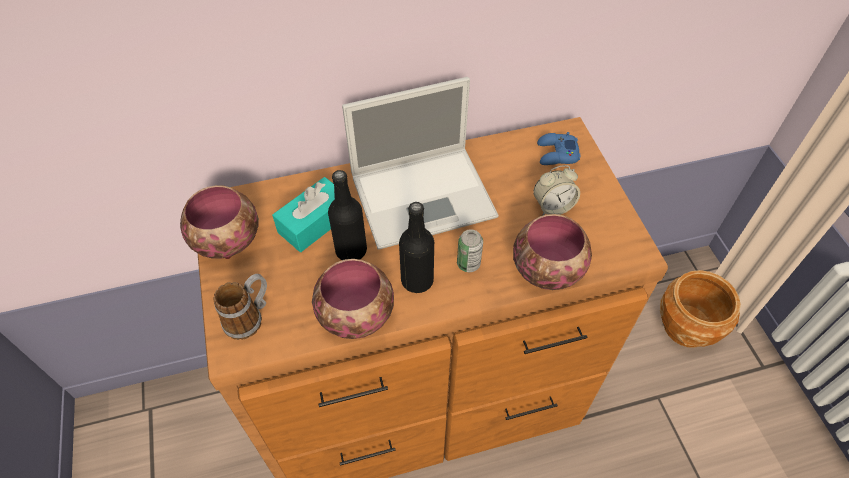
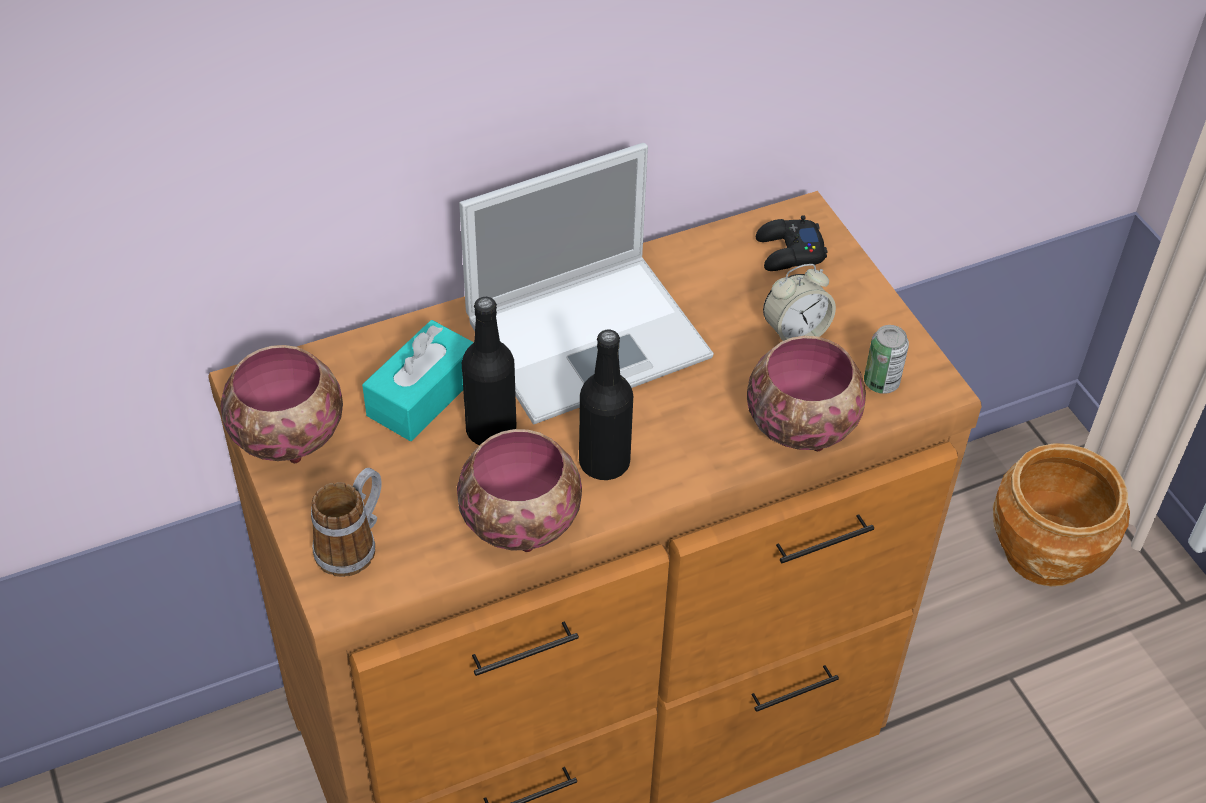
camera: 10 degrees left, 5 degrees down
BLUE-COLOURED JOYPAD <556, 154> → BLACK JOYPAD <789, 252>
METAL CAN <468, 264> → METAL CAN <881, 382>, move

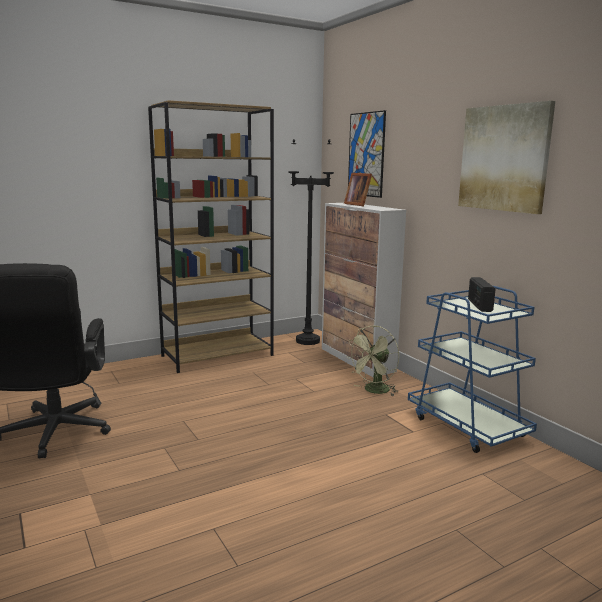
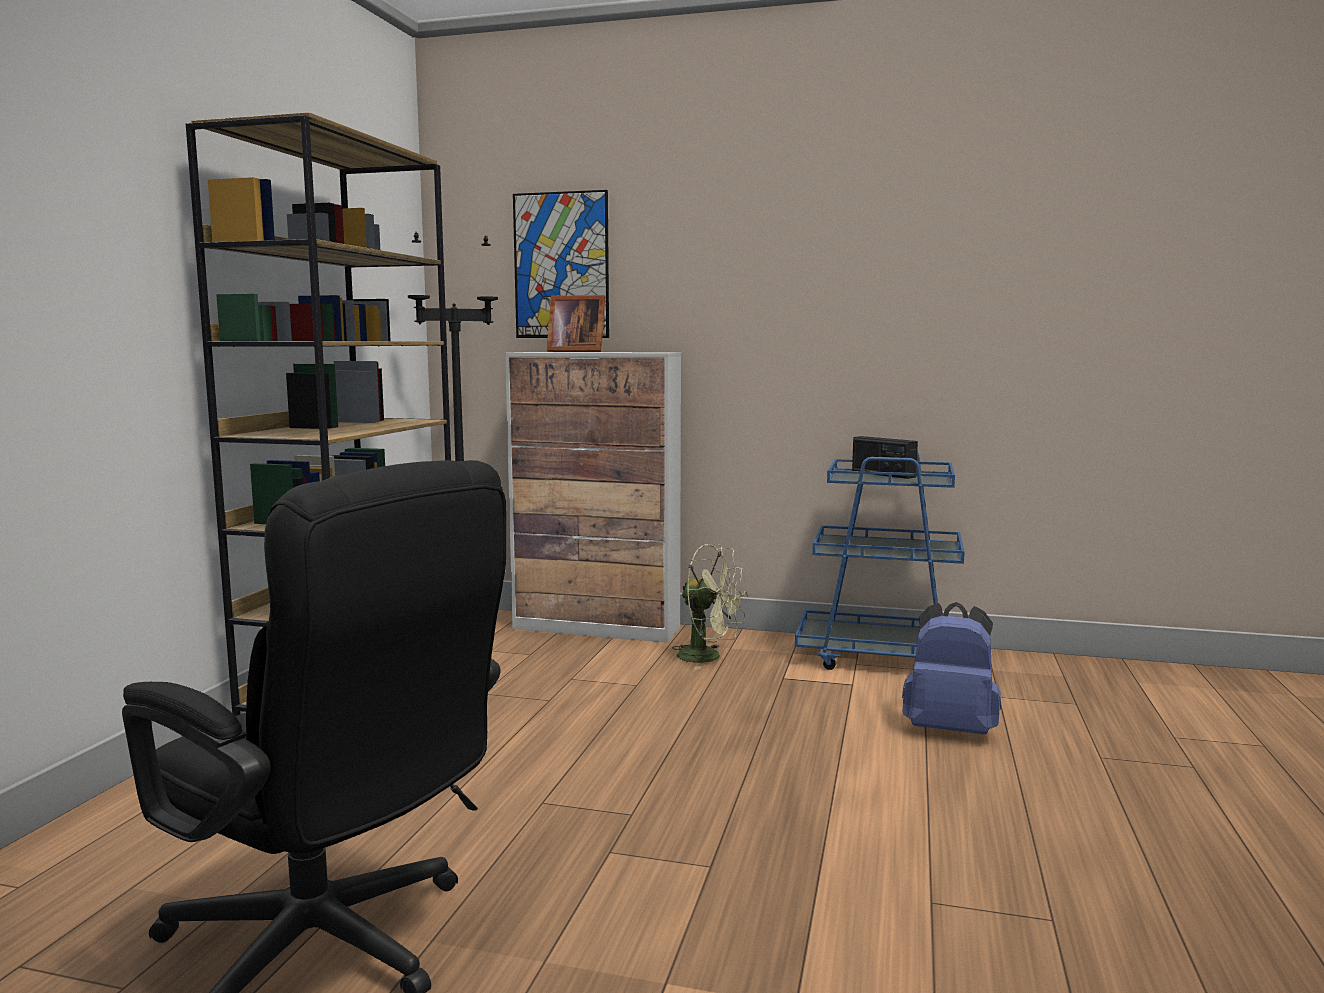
camera: 45 degrees left, 5 degrees down
WALL PICTURE <504, 158> → -
GREENISH ELECTRIC FAN <374, 391> → GREENISH ELECTRIC FAN <708, 657>, 60 degrees counterclockwise
- → BLUE-COLOURED RUCKSACK <949, 729>

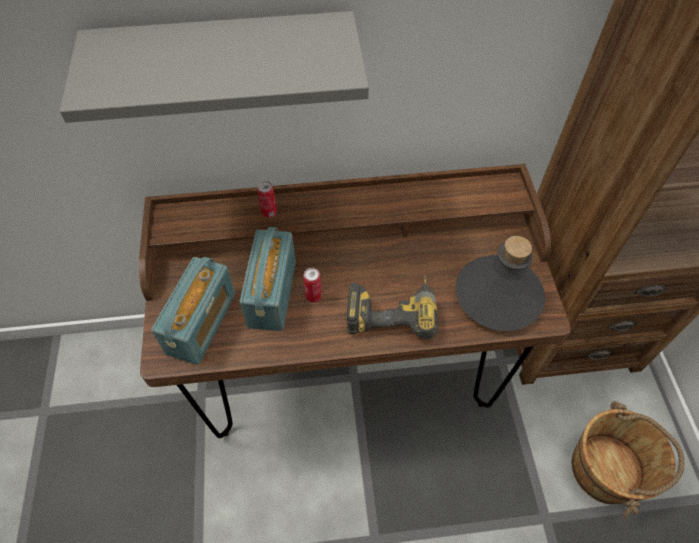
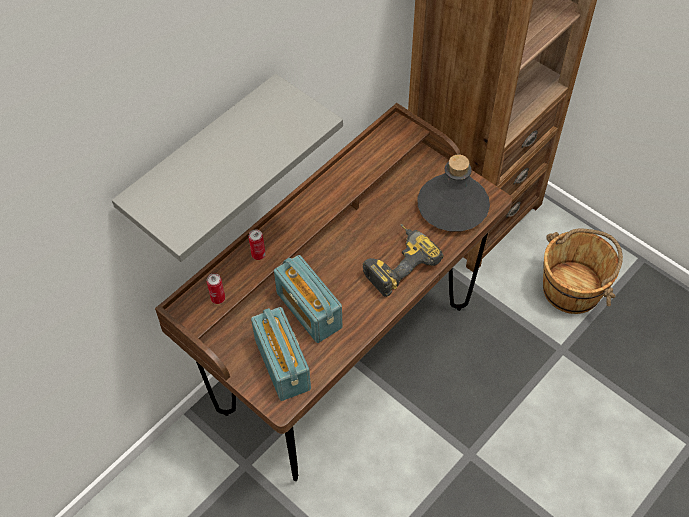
camera: 40 degrees left, 0 degrees up
METAL CAN <313, 296> → METAL CAN <218, 298>, move

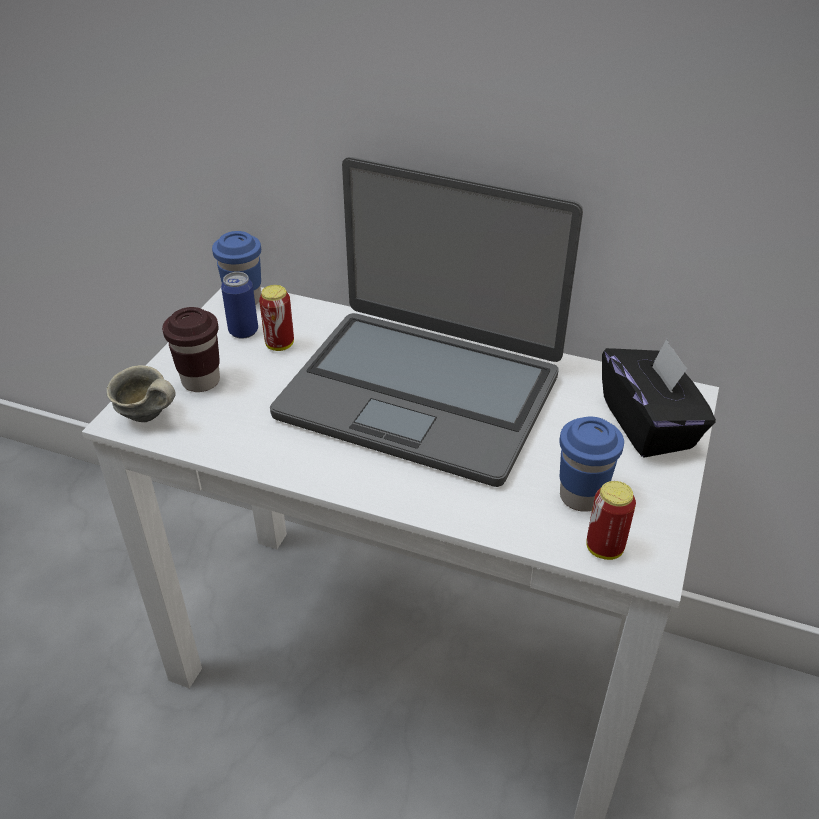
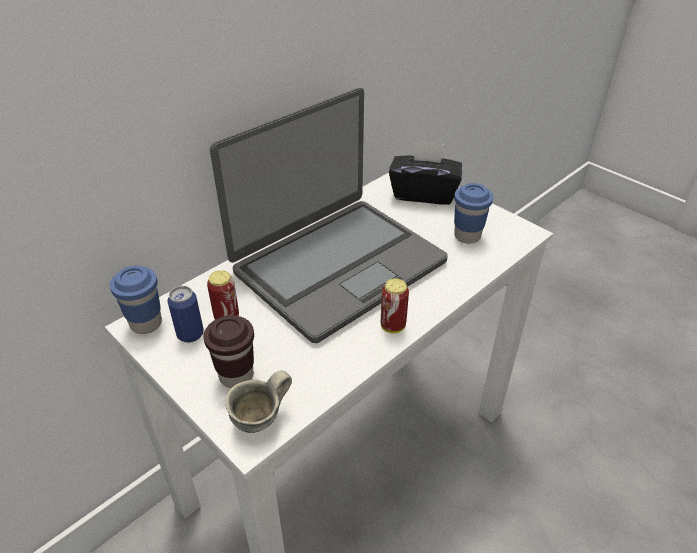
camera: 65 degrees left, 0 degrees up
METAL CAN <604, 548> → METAL CAN <393, 326>, move

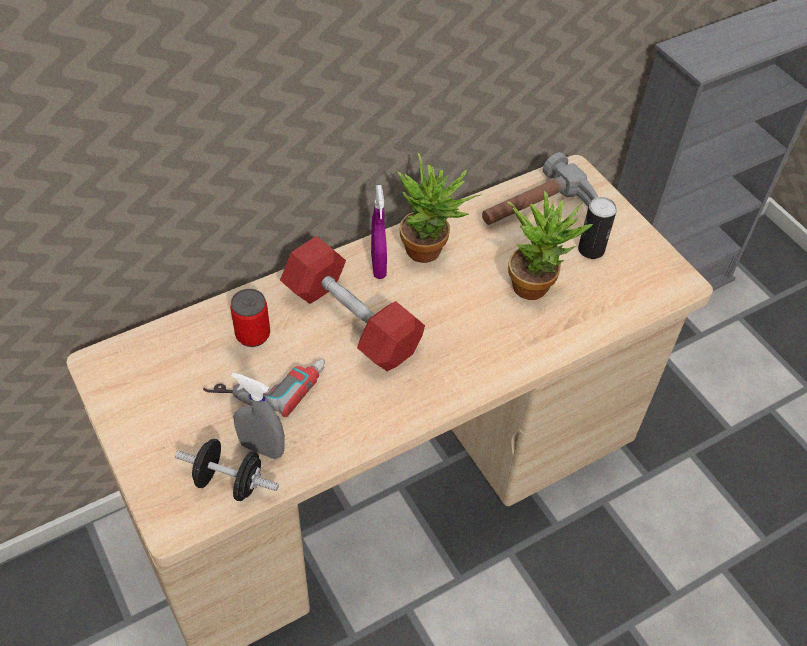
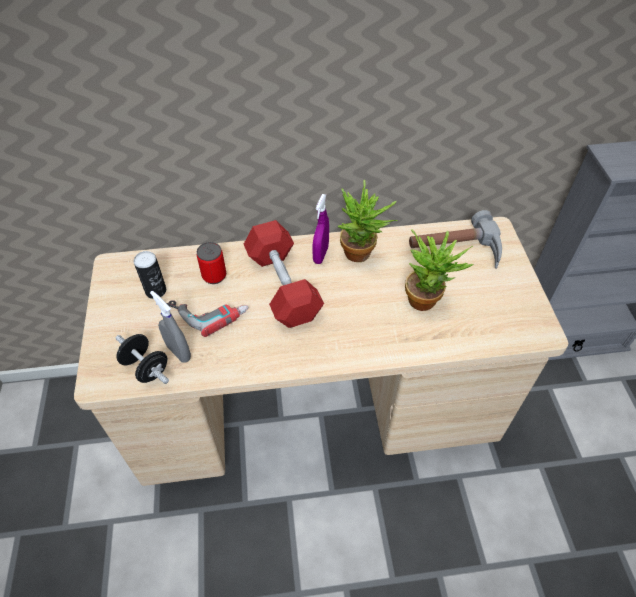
camera: 25 degrees right, 0 degrees up
METAL CAN <591, 249> → METAL CAN <156, 291>, move

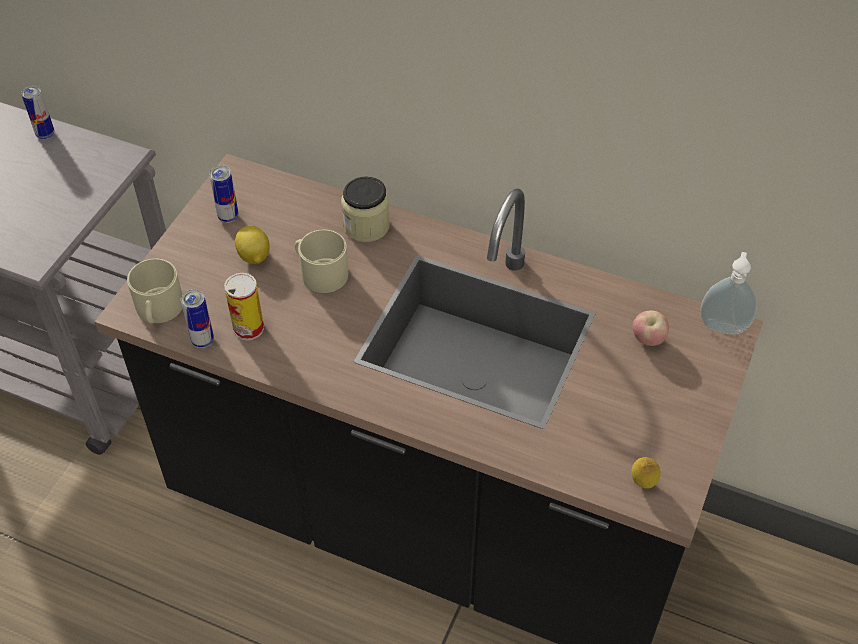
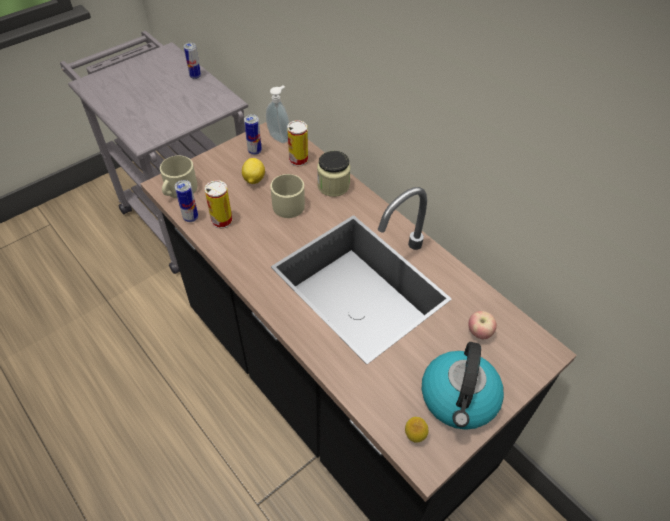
camera: 25 degrees right, 0 degrees up
SOAP DISPENSER <723, 325> → SOAP DISPENSER <280, 137>, move
- → METAL CAN <298, 160>
- → WATER KETTLE <459, 399>

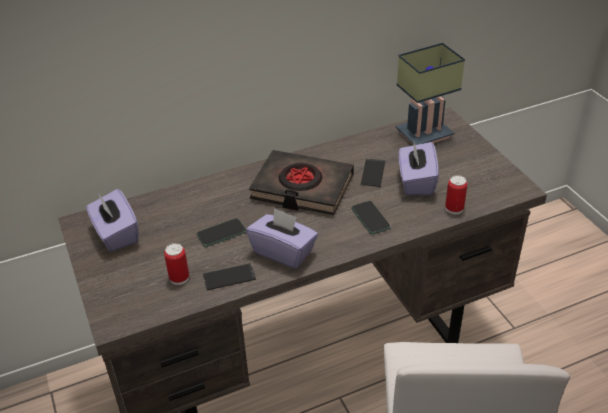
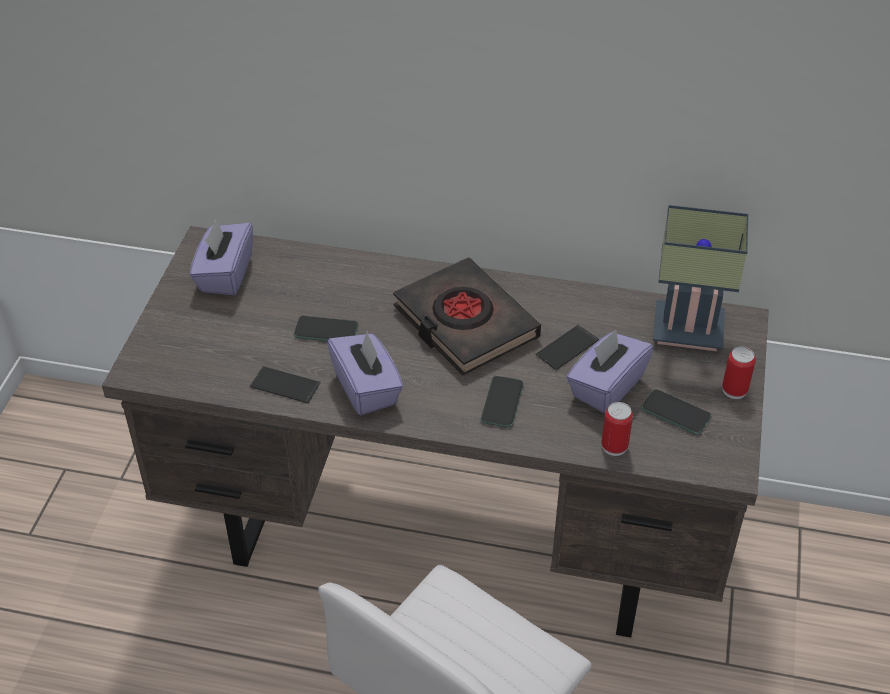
camera: 35 degrees right, 5 degrees up
METAL CAN <179, 277> → METAL CAN <734, 390>, move
- → HANDSET <675, 413>

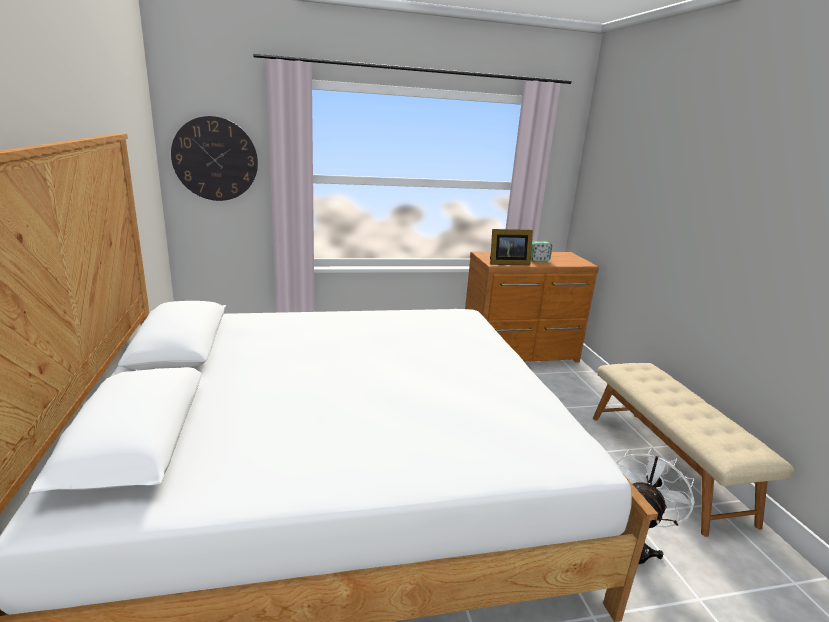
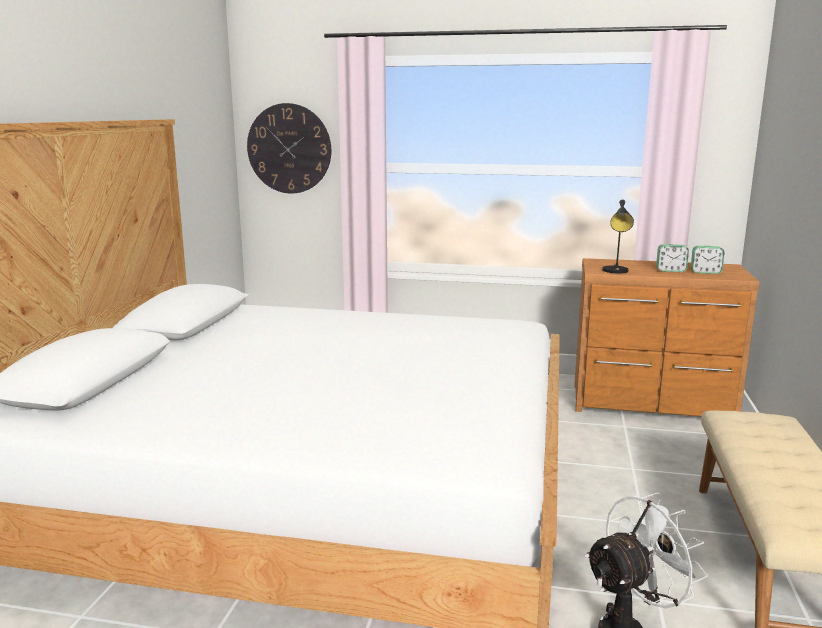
camera: 25 degrees right, 5 degrees down
PICTURE FRAME <507, 263> → BLACK TABLE LAMP <616, 271>
- → ALARM CLOCK <705, 272>

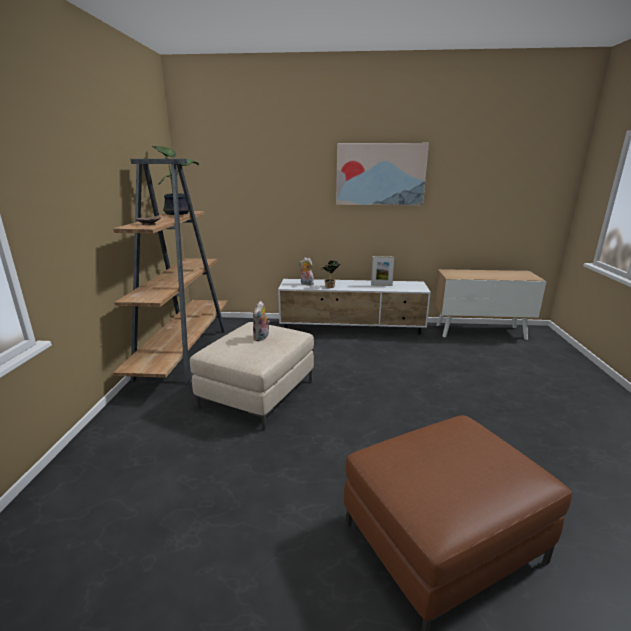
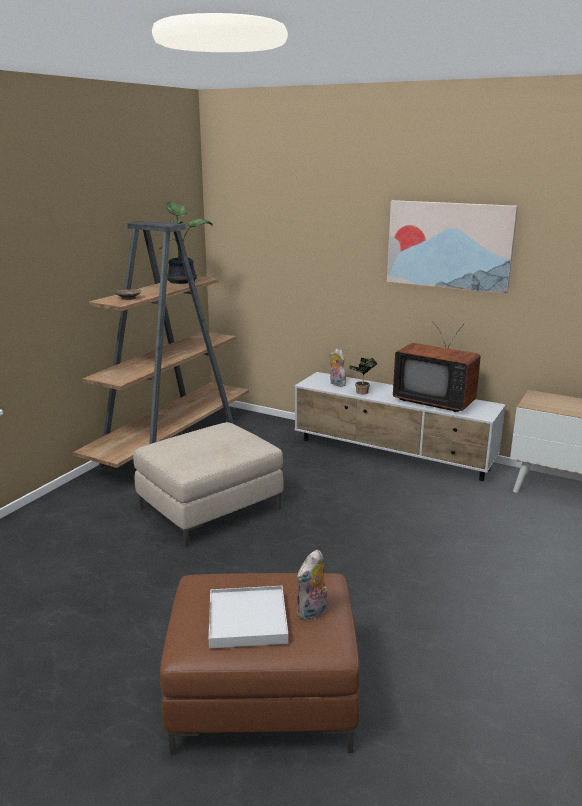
camera: 25 degrees right, 0 degrees up
PICTURE FRAME <381, 285> → TELEVISION <435, 400>
PLUSH TOY <261, 338> → PLUSH TOY <313, 612>, move
- → WHITISH CARRYING TRAY <247, 620>

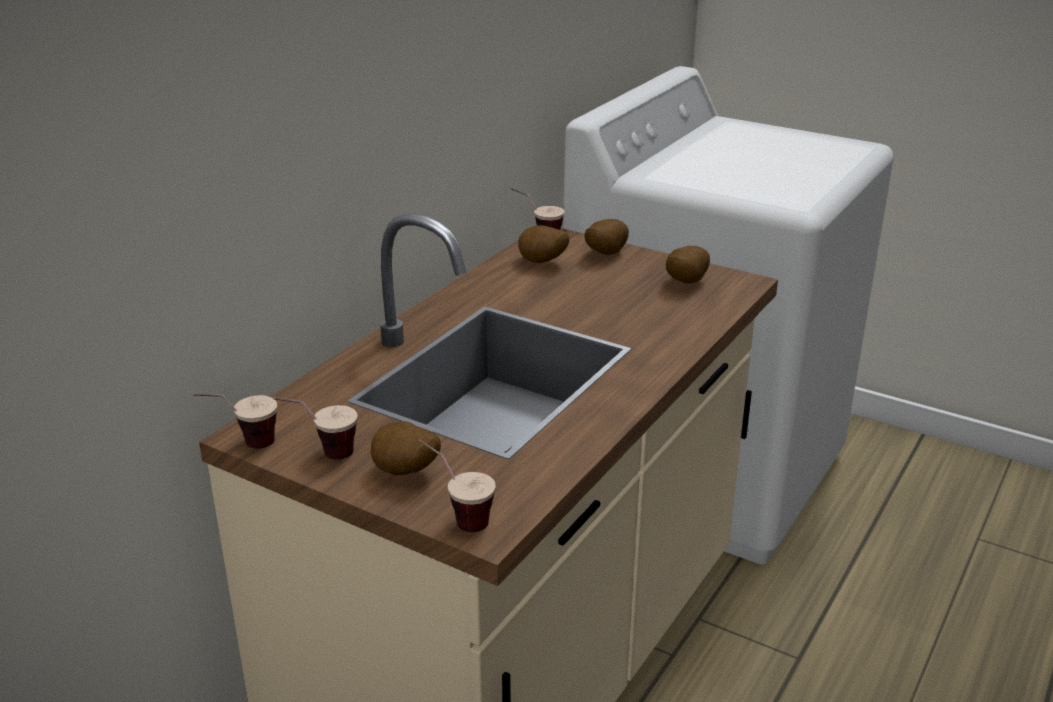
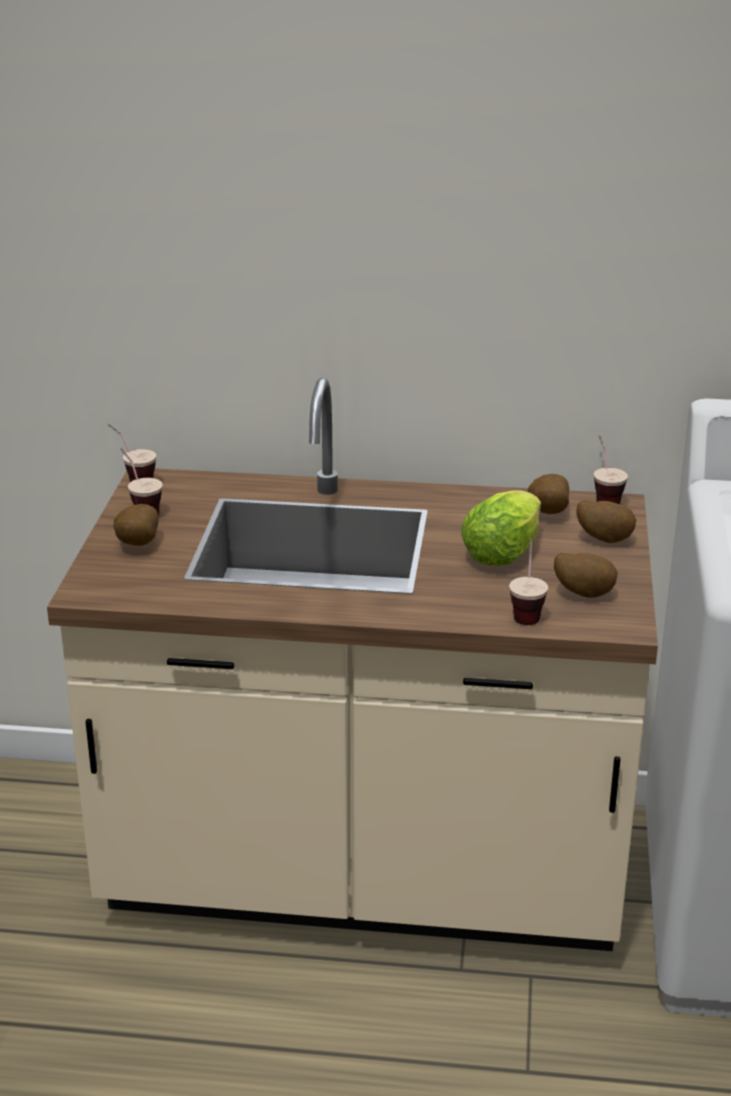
camera: 65 degrees right, 0 degrees up
SMALL CUP <456, 517> → SMALL CUP <527, 611>, move
- → LETTUCE HEAD <505, 552>

